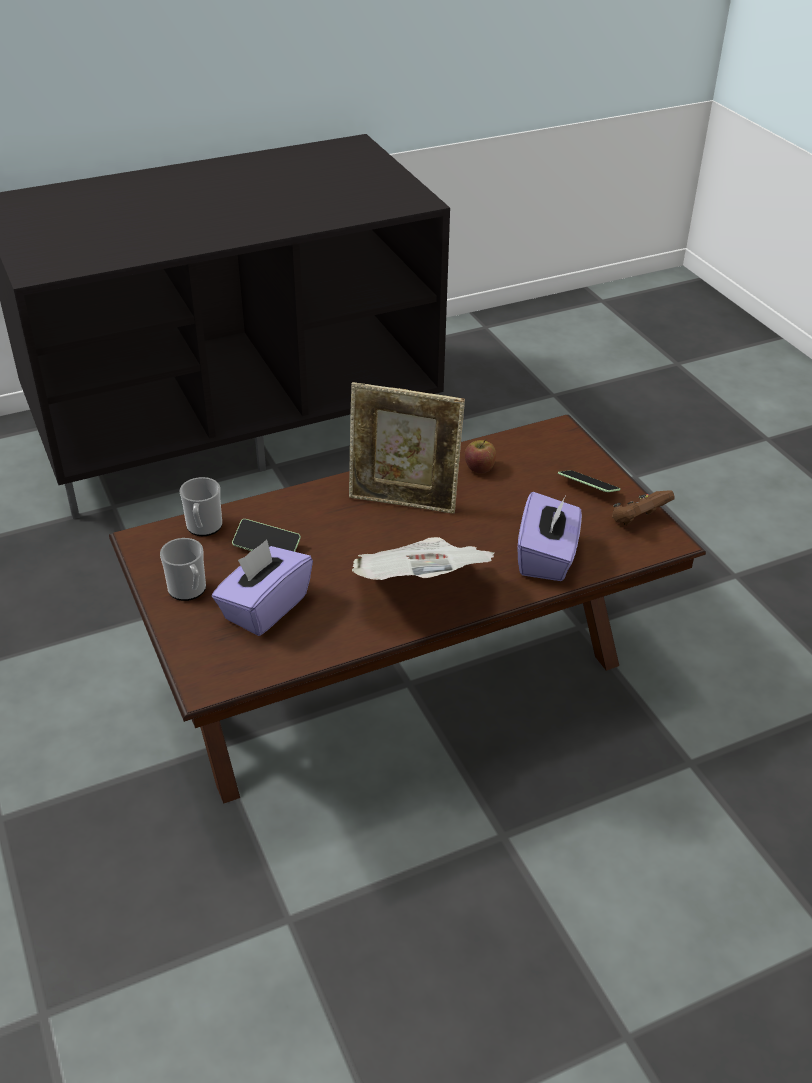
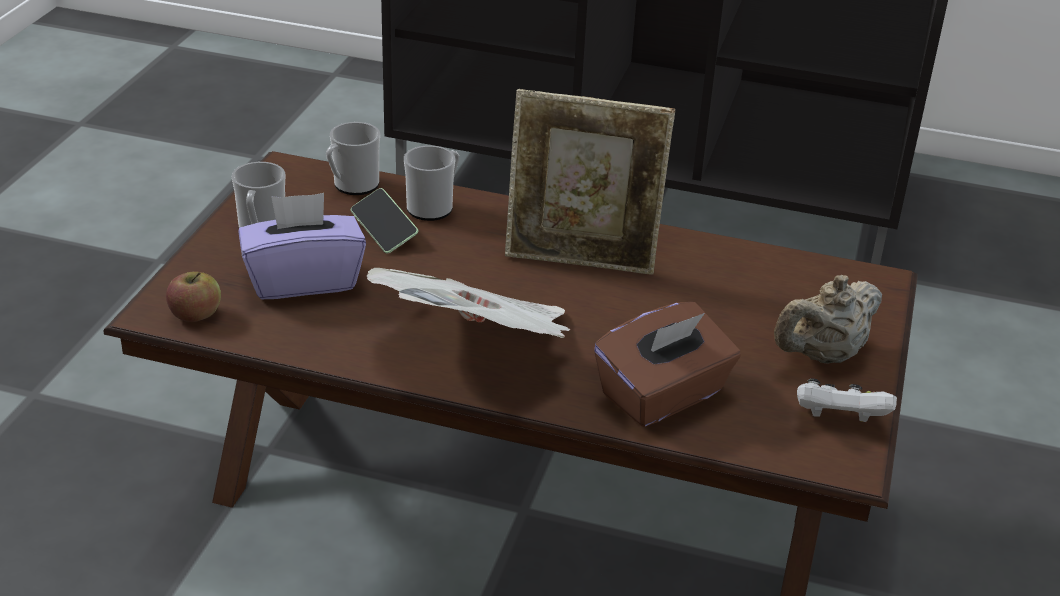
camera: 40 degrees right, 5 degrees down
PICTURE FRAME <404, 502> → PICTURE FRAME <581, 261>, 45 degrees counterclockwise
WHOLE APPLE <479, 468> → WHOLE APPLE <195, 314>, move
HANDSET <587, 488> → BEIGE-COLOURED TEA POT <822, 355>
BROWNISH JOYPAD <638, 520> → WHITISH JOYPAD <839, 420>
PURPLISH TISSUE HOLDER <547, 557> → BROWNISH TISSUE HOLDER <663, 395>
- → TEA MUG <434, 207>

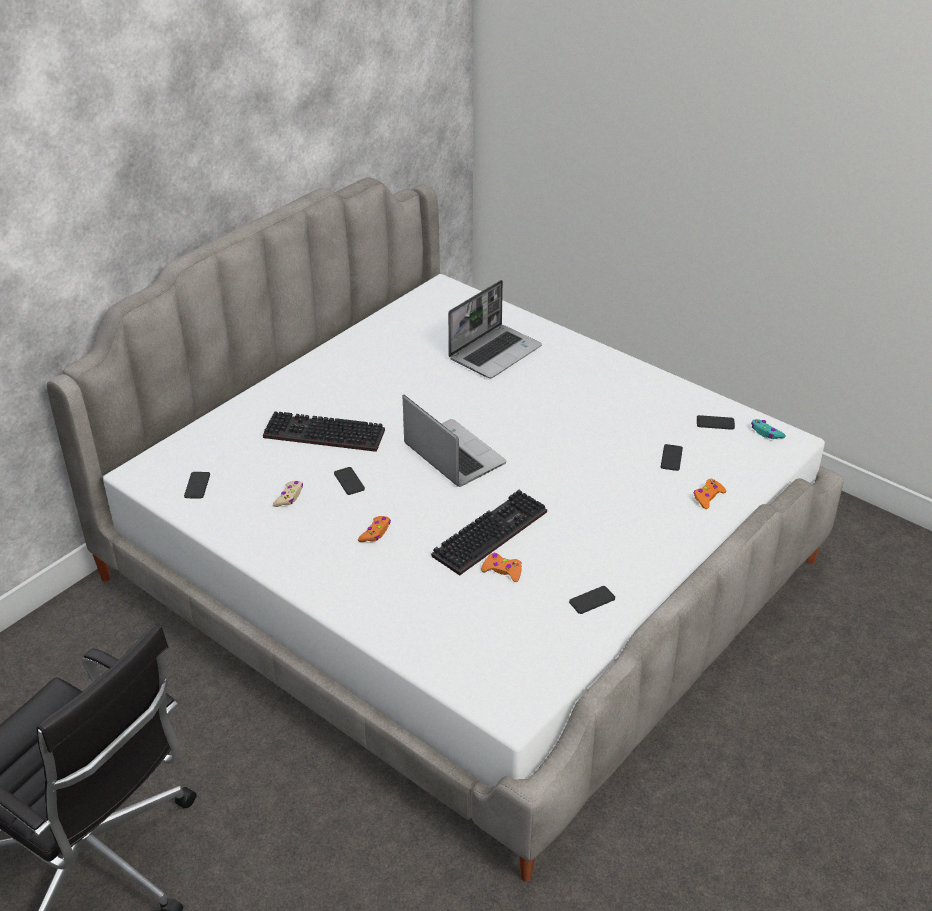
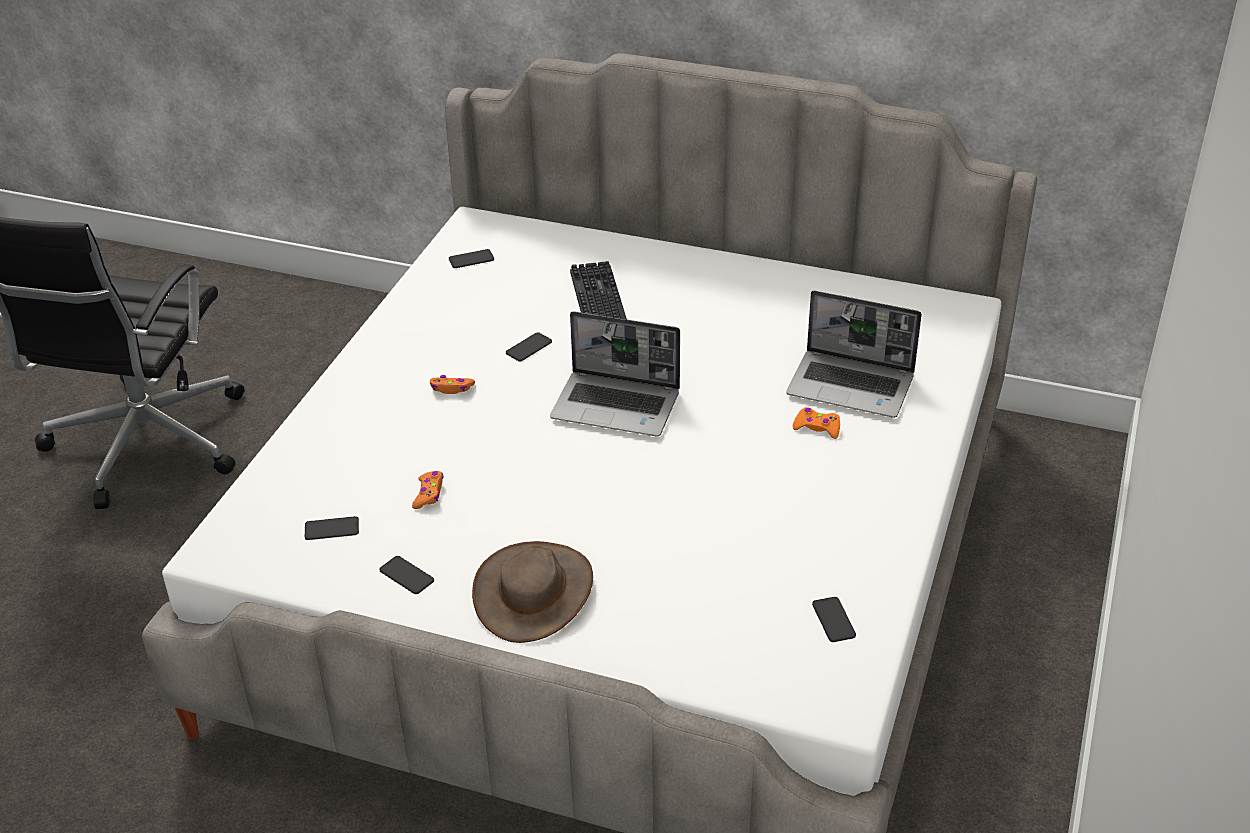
camera: 70 degrees right, 0 degrees up
NOTEBOOK COMPUTER <452, 455> → NOTEBOOK COMPUTER <617, 406>, 75 degrees clockwise
BLUE-GREEN JOYPAD <766, 433> → -
HANDSET <671, 458> → HANDSET <332, 529>, move
ORANGEY JOYPAD <708, 497> → ORANGEY JOYPAD <817, 427>, move
BEIGE-COLOURED JOYPAD <289, 497> → -
PC KEYBOARD <490, 532> → -
- → BROWNISH WEARABLE HAT <534, 592>

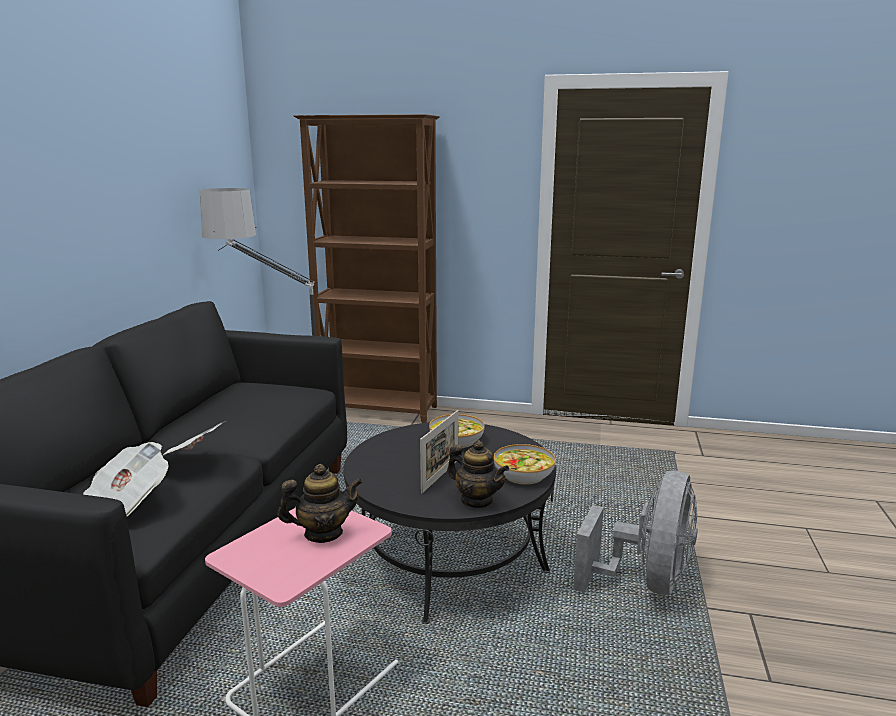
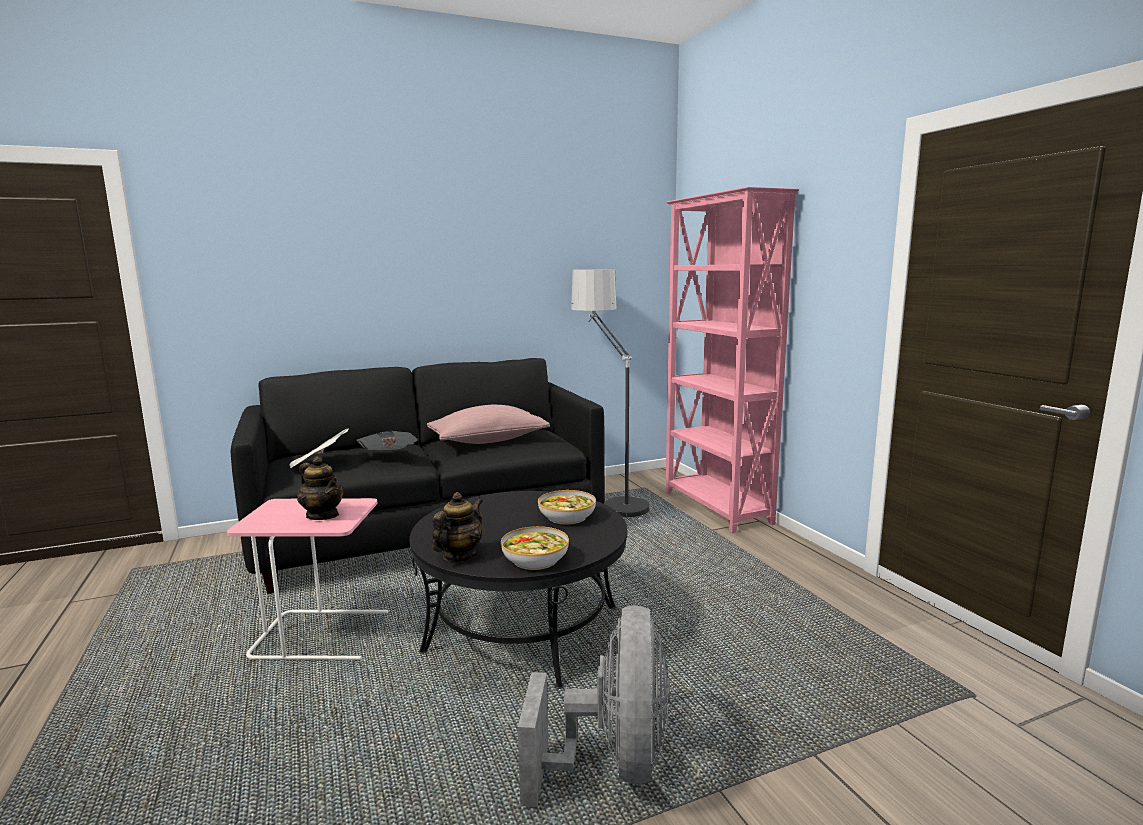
camera: 55 degrees right, 5 degrees down
BROWNISH BOOKCASE <379, 411> → PINKISH BOOKCASE <716, 508>
PICTURE FRAME <440, 476> → -
TEA POT <477, 500> → TEA POT <459, 555>, 150 degrees counterclockwise
GRAY ELECTRIC FAN <646, 582> → GRAY ELECTRIC FAN <613, 763>, 75 degrees counterclockwise
- → PINKISH THROW PILLOW <488, 441>

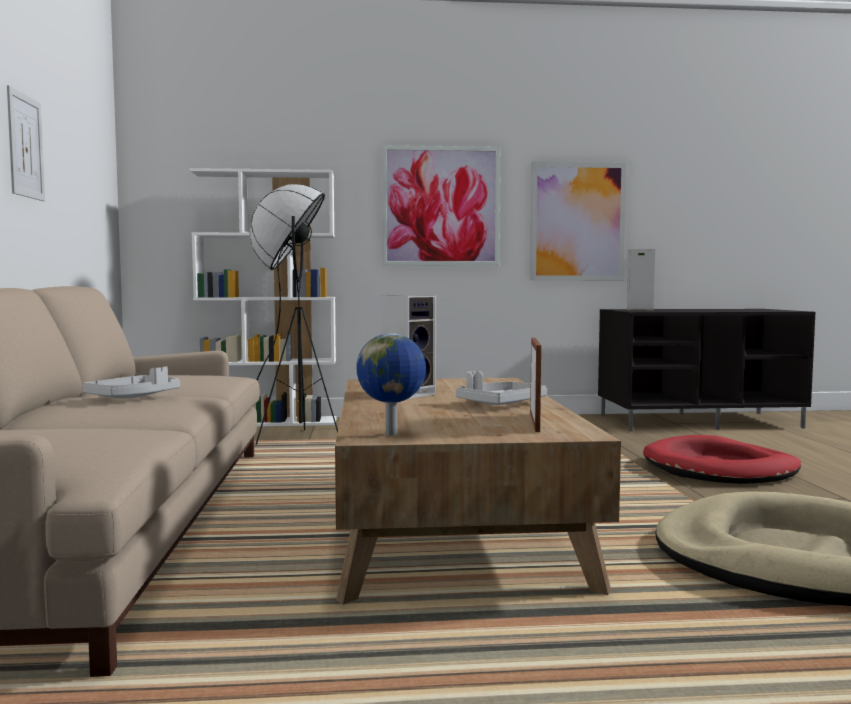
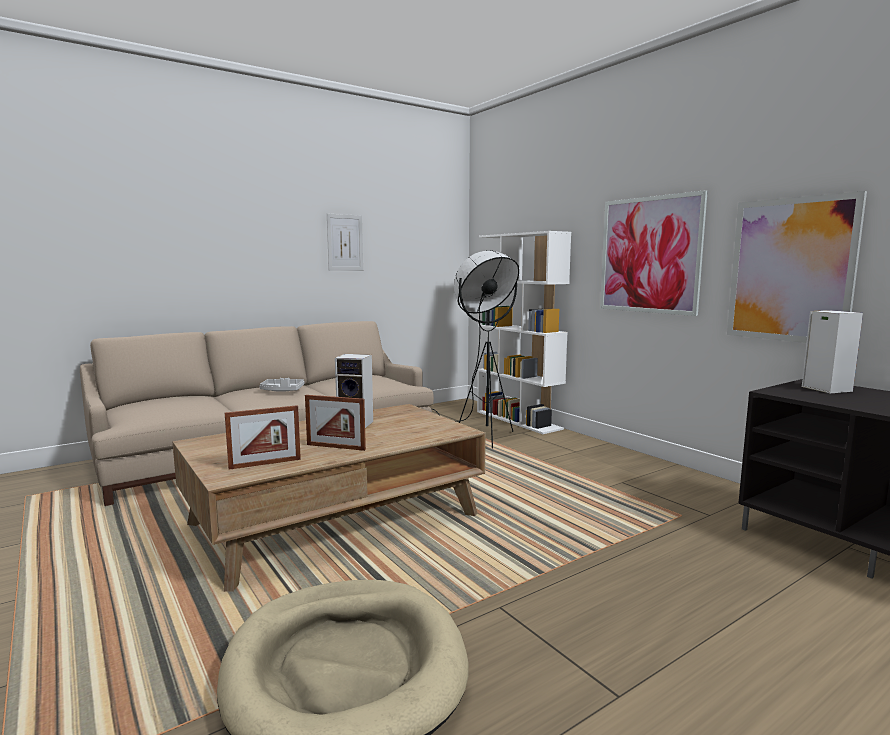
camera: 60 degrees right, 5 degrees up
GLOBE <392, 434> → -
GRAY CARRYING TRAY <500, 404> → PICTURE FRAME <335, 447>
REDDISH PET BED <720, 468> → -

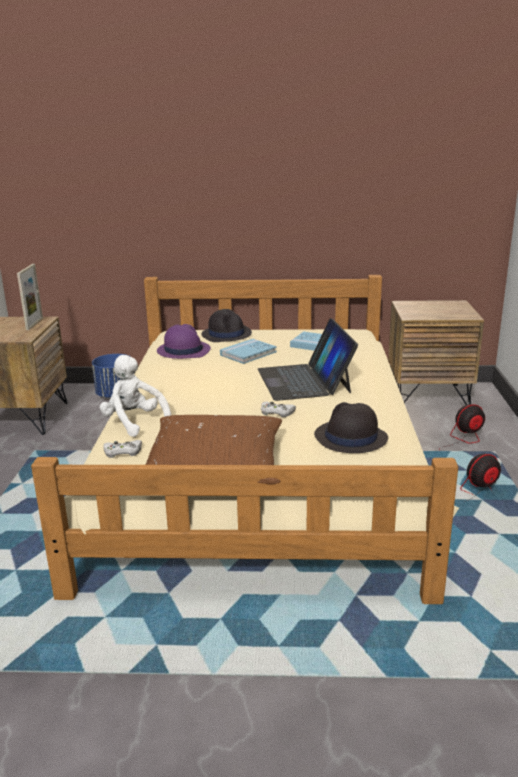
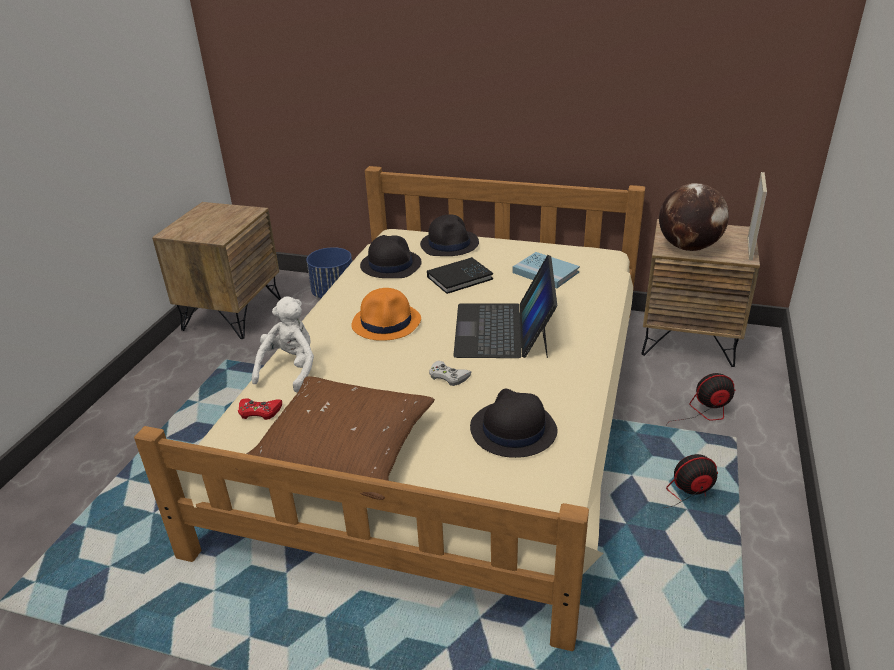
camera: 15 degrees right, 10 degrees up
PICTURE FRAME <34, 324> → PICTURE FRAME <749, 248>, move
PURPLISH WEARABLE HAT <183, 350> → BLACK WEARABLE HAT <390, 265>
BLUE-COLOURED VOLUME <248, 353> → BLACK VOLUME <459, 278>
WHITISH PLUSH TOY <134, 422> → WHITISH PLUSH TOY <290, 369>, 45 degrees clockwise
WHITISH JOYPAD <123, 452> → REDDISH JOYPAD <259, 411>
- → GLOBE <688, 247>
- → ORANGEY WEARABLE HAT <387, 323>

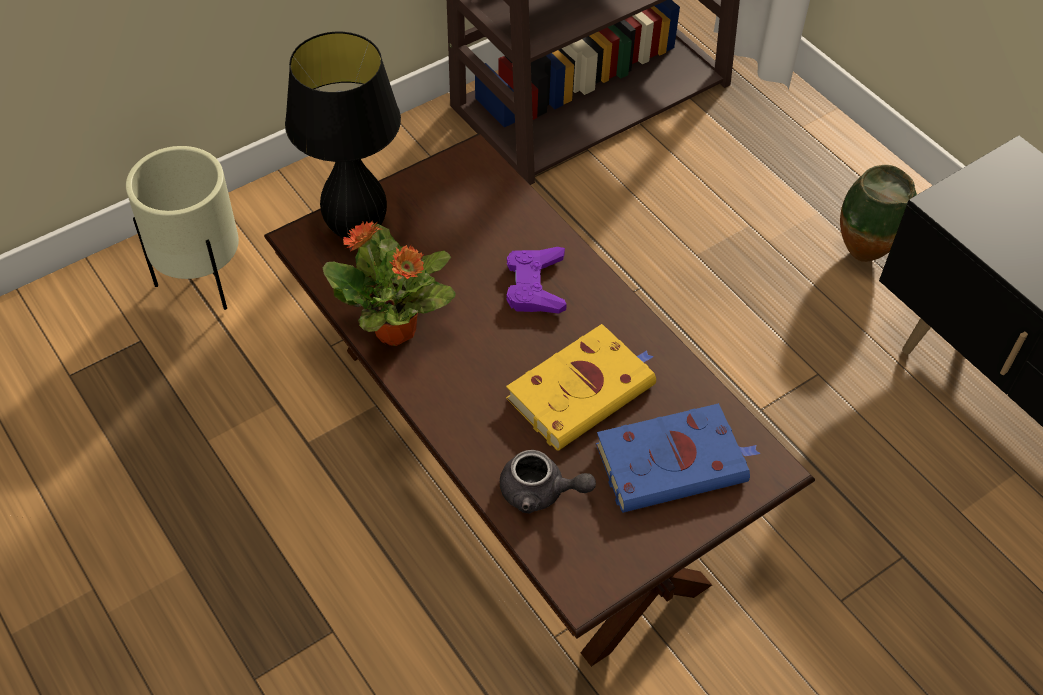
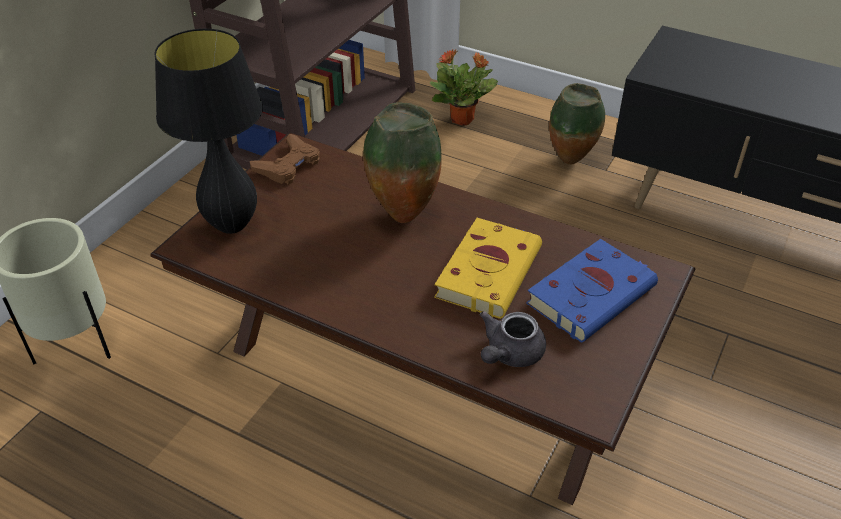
camera: 25 degrees left, 10 degrees down
HOUSEPLANT <396, 331> → HOUSEPLANT <463, 119>, move
PURPLISH JOYPAD <535, 285> → FLOWER VASE <402, 214>
GRAY TEA POT <540, 492> → GRAY TEA POT <509, 354>, 135 degrees clockwise
- → BROWNISH JOYPAD <288, 165>

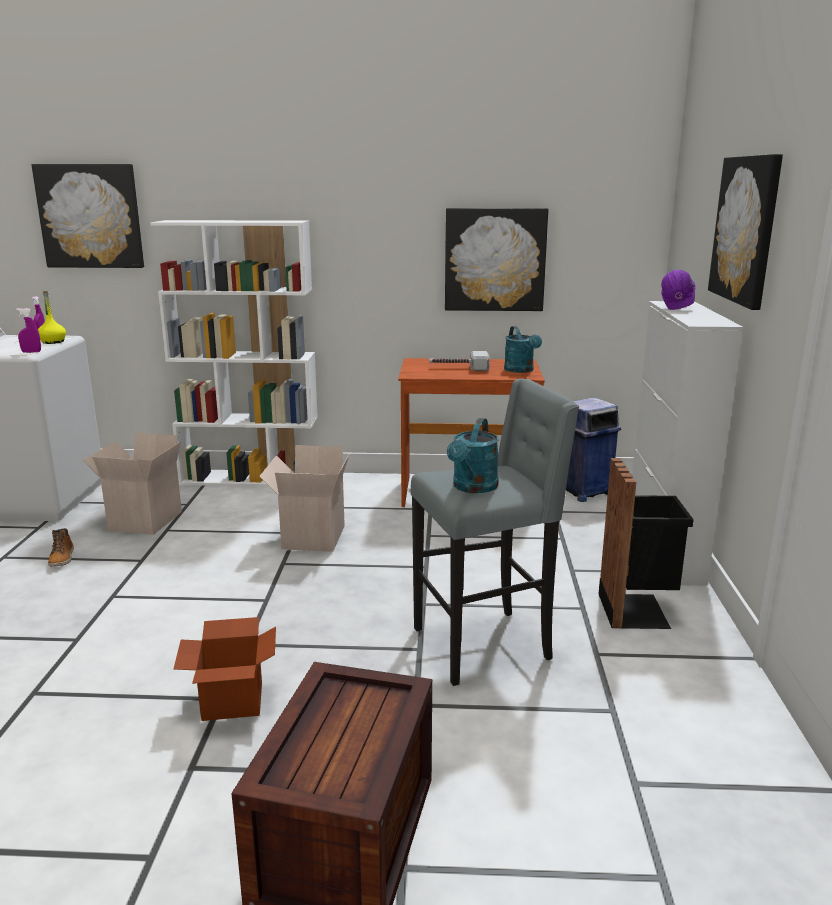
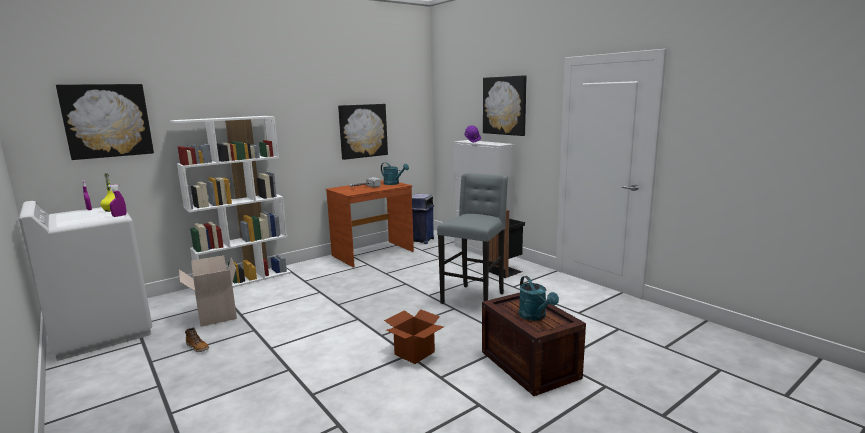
camera: 40 degrees left, 5 degrees down
BLUE-GREEN WATERING CAN <473, 488> → BLUE-GREEN WATERING CAN <535, 317>, move
PACKING BOX <311, 536> → -

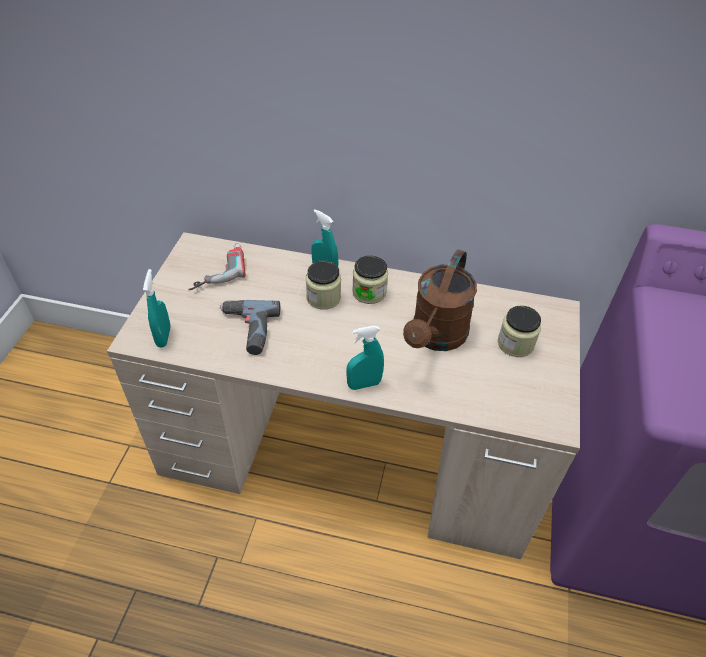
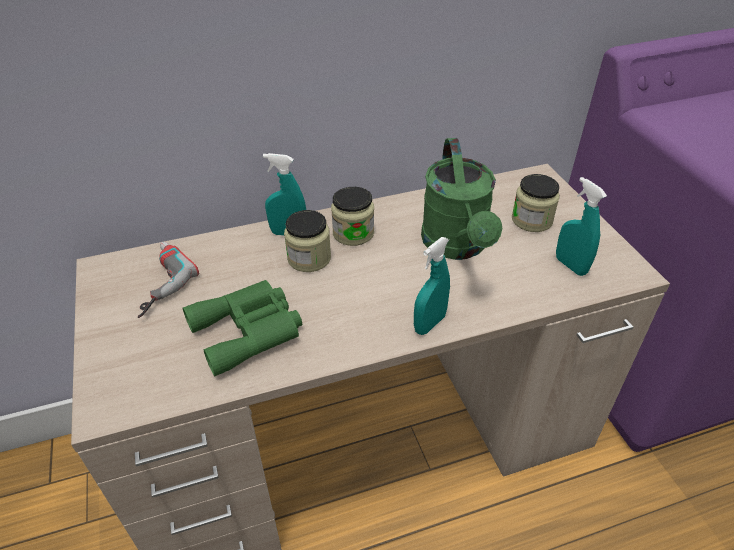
camera: 30 degrees left, 5 degrees down
BROWNISH WATERING CAN <436, 337> → GREENISH WATERING CAN <457, 246>
BLUE-GREEN SPRAY BOTTLE <164, 337> → BLUE-GREEN SPRAY BOTTLE <570, 266>, move
ELECTRIC DRILL <247, 330> → GREENISH BINOCULARS <249, 330>

